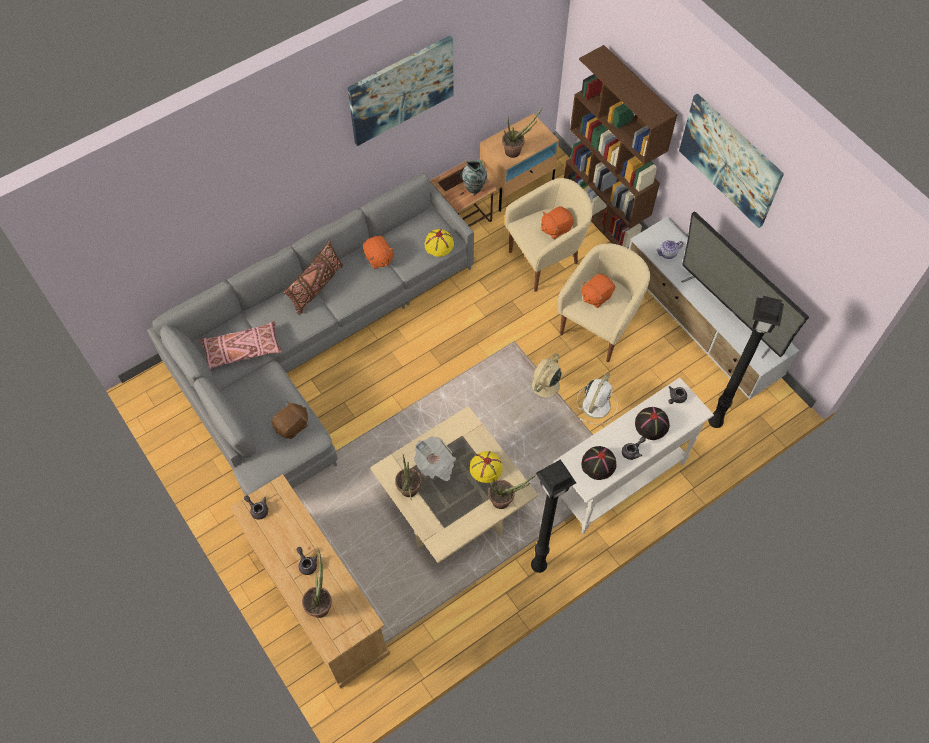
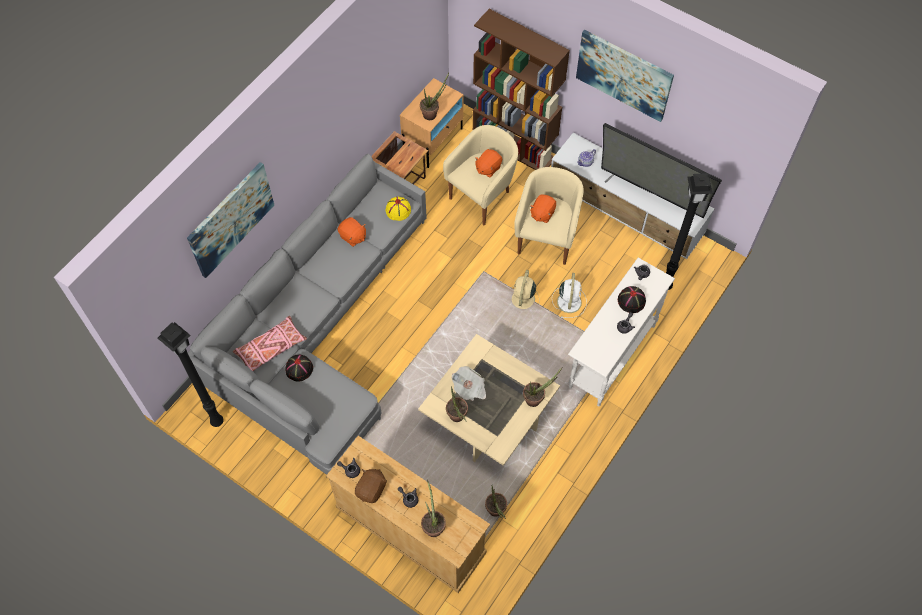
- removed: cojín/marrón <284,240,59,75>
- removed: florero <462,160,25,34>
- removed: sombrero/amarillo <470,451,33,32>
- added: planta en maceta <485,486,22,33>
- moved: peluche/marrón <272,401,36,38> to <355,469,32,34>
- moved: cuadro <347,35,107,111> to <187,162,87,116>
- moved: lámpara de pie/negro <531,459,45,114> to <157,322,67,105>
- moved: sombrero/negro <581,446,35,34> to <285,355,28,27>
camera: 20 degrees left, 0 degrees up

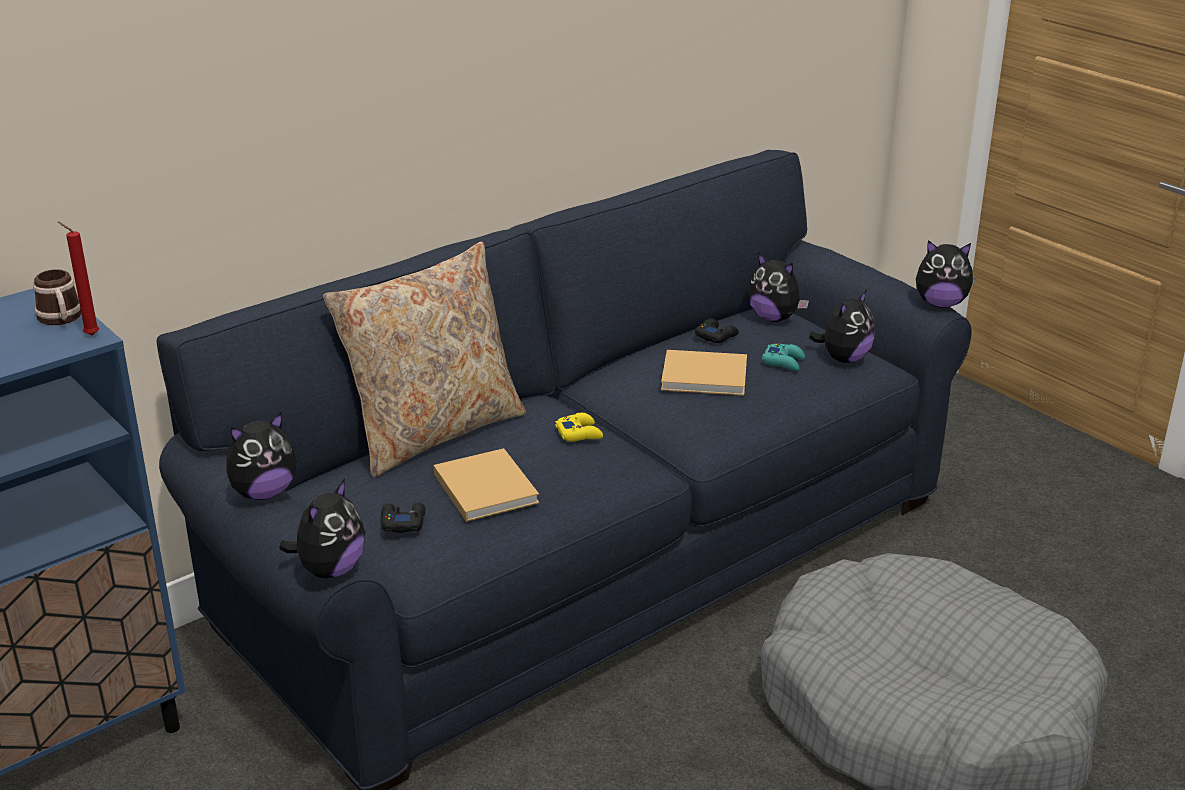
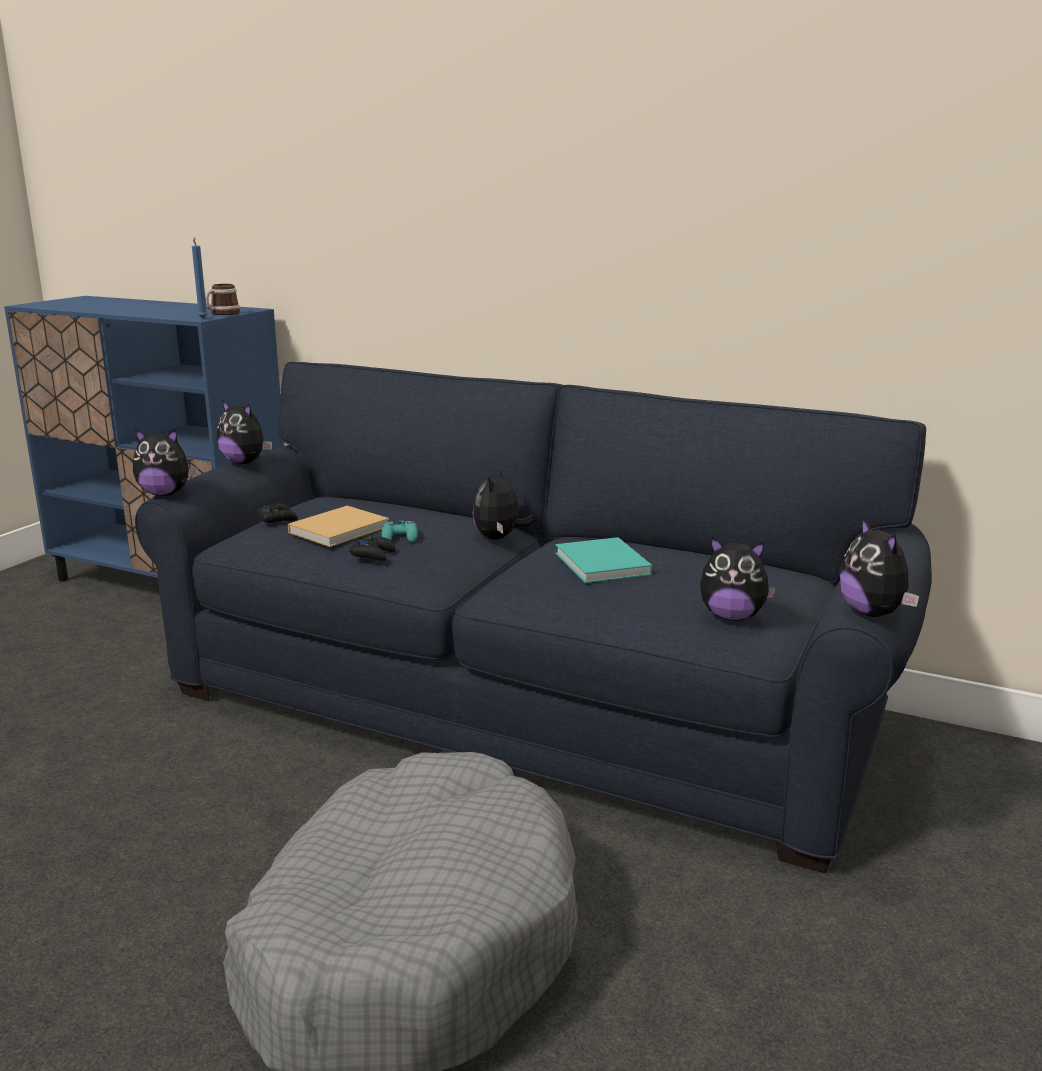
- removed: cojín/beis <323,242,203,235>
- removed: mando de consola/amarillo <555,413,48,29>
- moved: mando de consola/negro <695,318,44,25> to <349,537,47,24>
- moved: peluche <748,252,61,70> to <473,466,62,74>
- moved: mando de consola/turquesa <762,343,43,28> to <382,519,36,23>
- recoloured: vela/rojo <58,222,41,114> to vela/azul <192,237,16,81>
- recoloured: libro/beis <661,350,86,46> to libro/turquesa <555,537,97,46>
camera: 65 degrees right, 10 degrees down

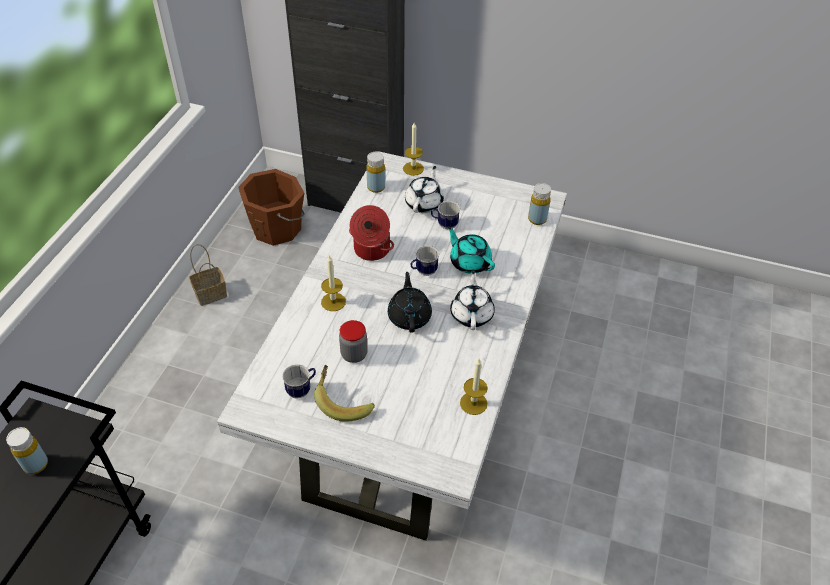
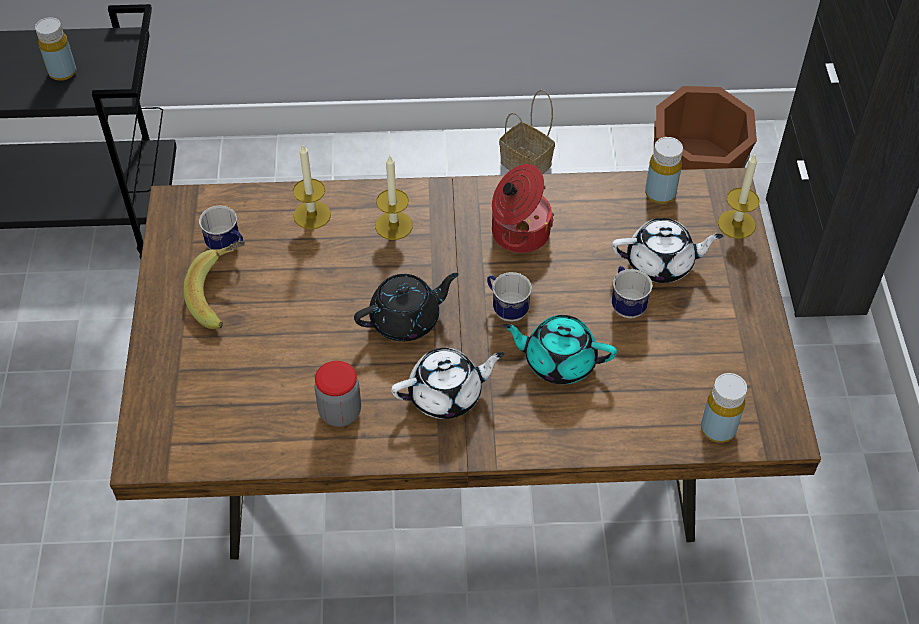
- moved: tarro <339,320,29,43> to <315,361,46,66>
- moved: vela <460,359,28,56> to <293,145,38,84>
- recoloured: mesa de comedor/blanco <217,151,350,390> to mesa de comedor/marrón <110,168,711,391>
- turned: tetera/turquesa <447,226,48,48> = <502,315,115,69> 105 degrees counterclockwise
camera: 70 degrees right, 5 degrees up

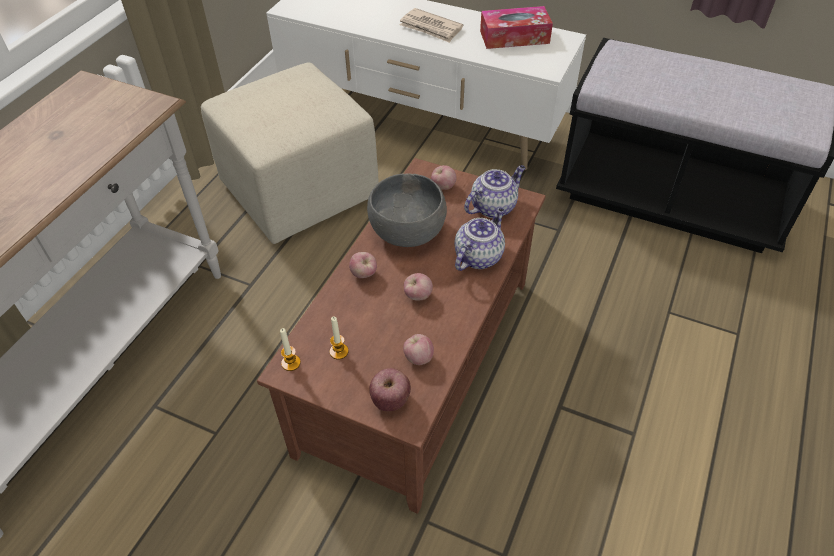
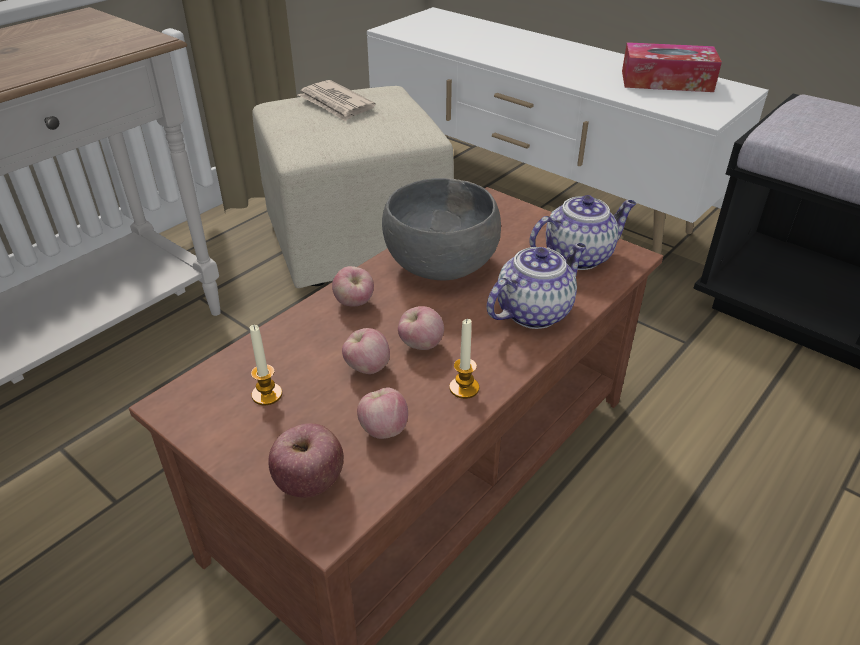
- moved: vela <280,328,21,43> to <449,319,30,80>
- moved: periódico <400,8,63,35> to <298,80,78,42>
- moved: manzana <431,165,26,25> to <342,328,48,46>
camera: 15 degrees right, 10 degrees down

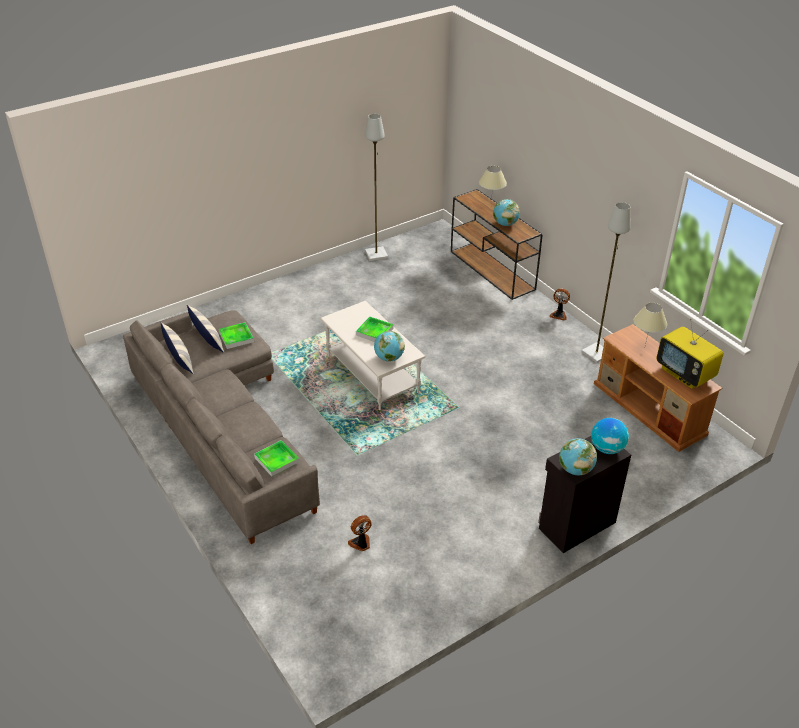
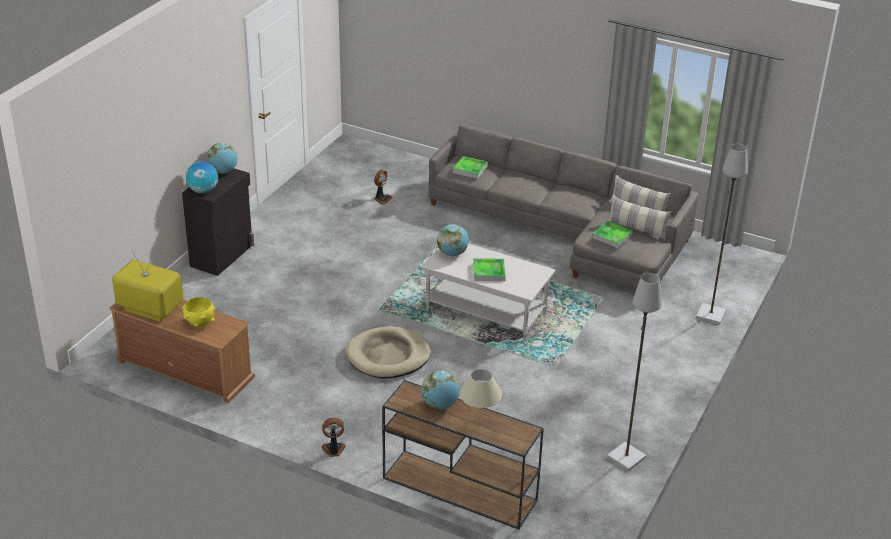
- added: cama para perro/beis <346,326,85,52>
- moved: lámpara de pie/gris <581,202,50,161> to <696,144,52,181>
- replaced: lámpara de mesa/beis <634,303,33,46> to cuenco/amarillo <182,297,33,30>
camera: 150 degrees right, 5 degrees down

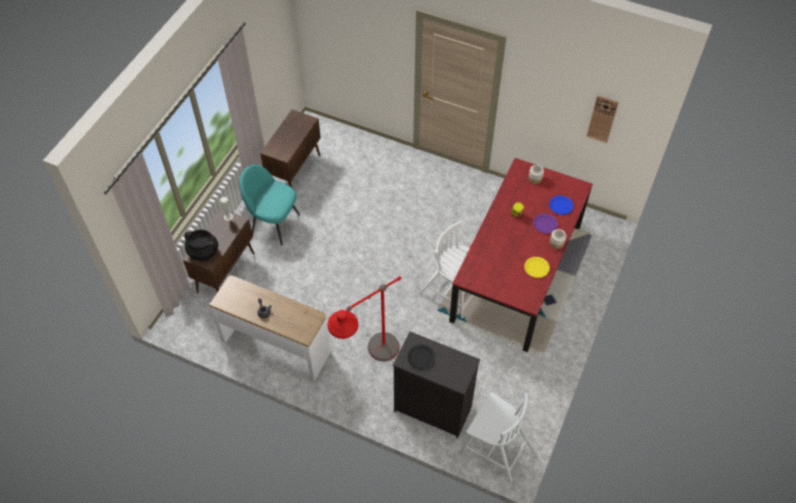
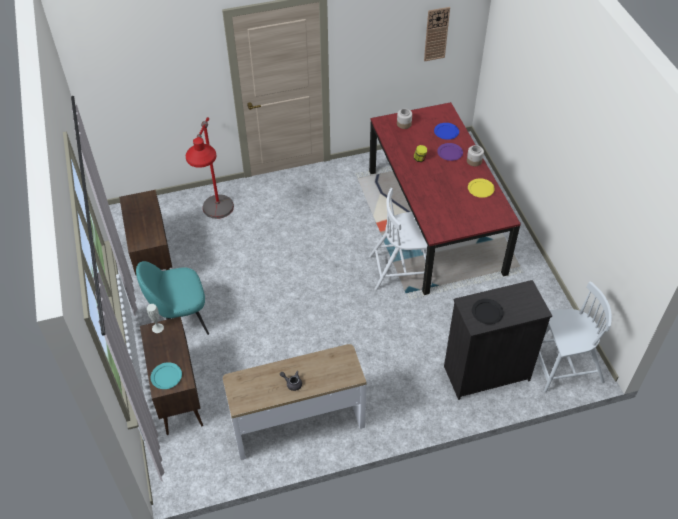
- moved: lámpara de pie/rojo <328,276,73,85> to <186,117,48,102>
- replaced: olla/negro <184,230,34,31> to plato/turquesa <151,362,31,27>
camera: 40 degrees left, 5 degrees down

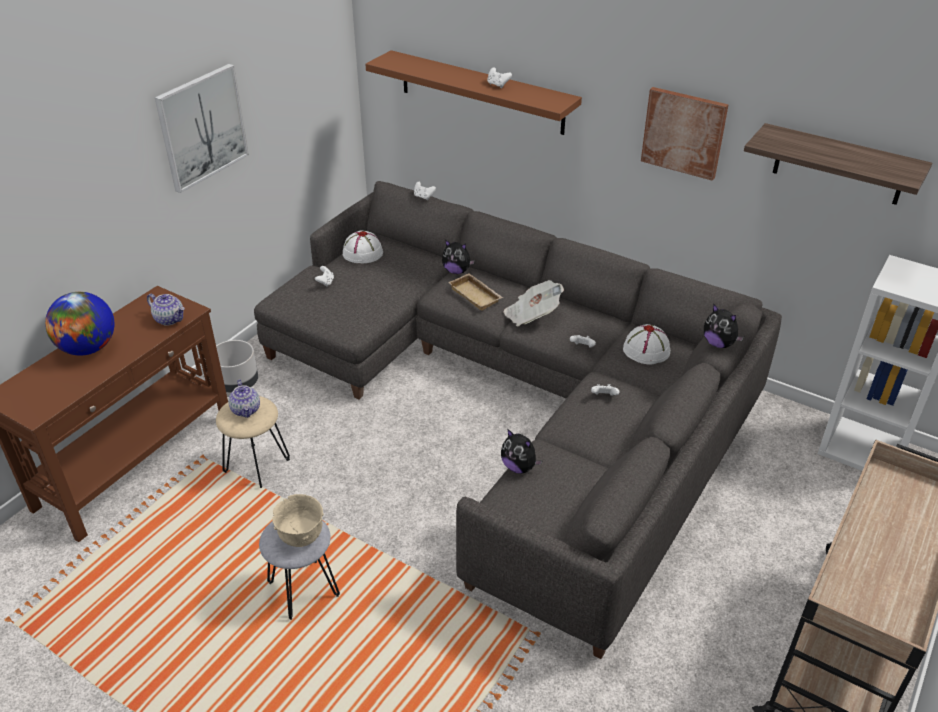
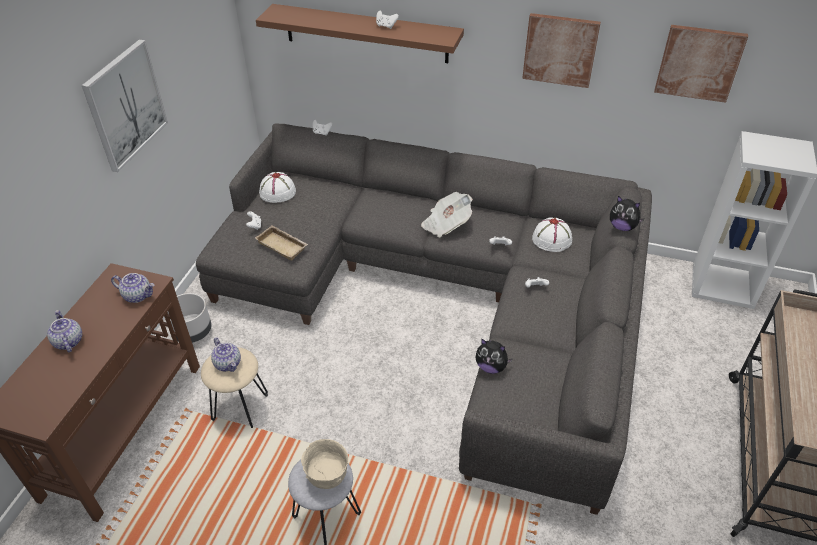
- removed: peluche <442,240,33,34>
- moved: bandeja/beis <449,273,54,38> to <255,226,53,35>
- replaced: globo terráqueo <45,292,70,64> to tetera <47,310,35,42>
- replaced: estante <744,123,188,82> to cuadro <654,25,94,78>
camera: 15 degrees left, 5 degrees up

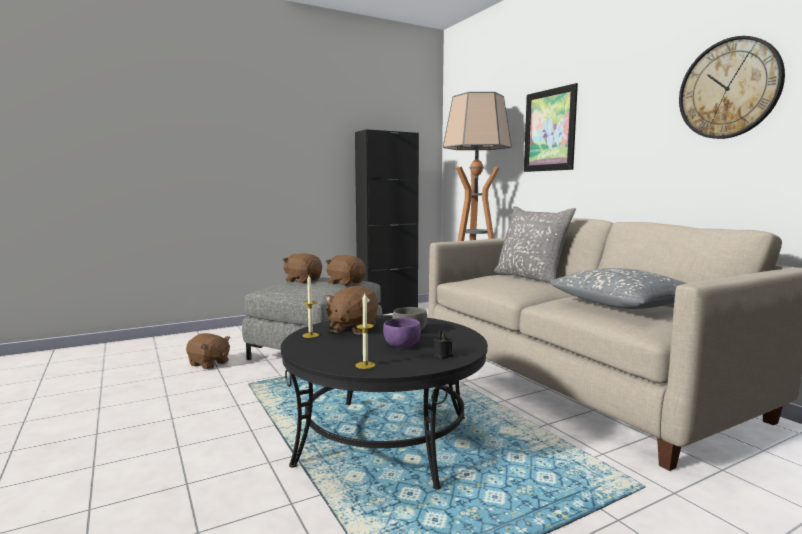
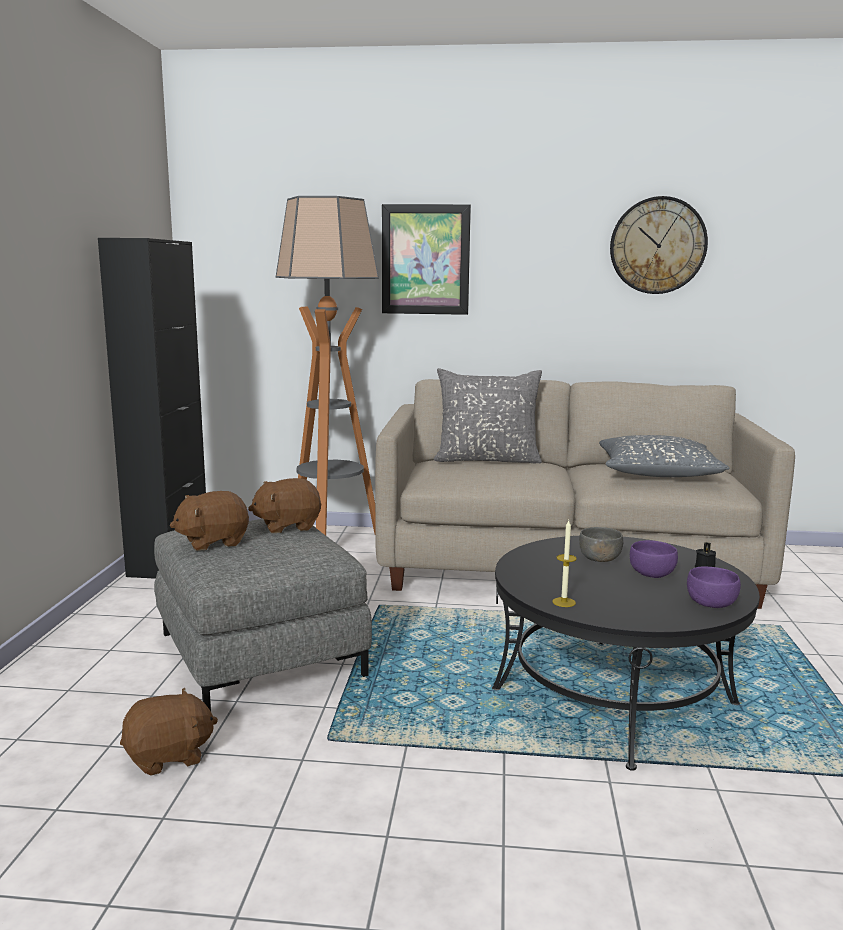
- removed: peluche/marrón <324,286,54,49>
- replaced: vela <356,293,19,76> to cuenco/morado <687,566,54,42>
camera: 55 degrees left, 5 degrees up

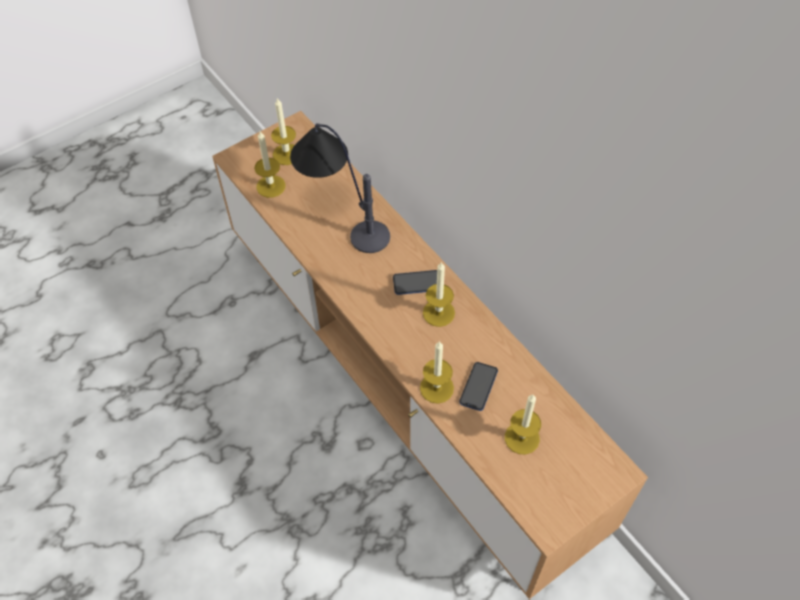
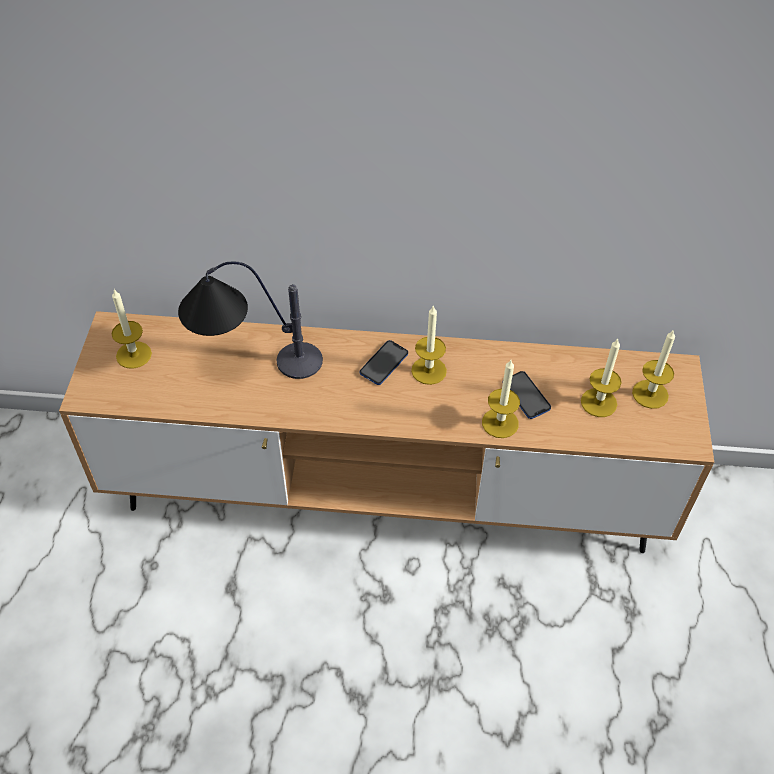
- moved: vela <255,131,31,67> to <632,329,43,80>
camera: 50 degrees left, 5 degrees down

